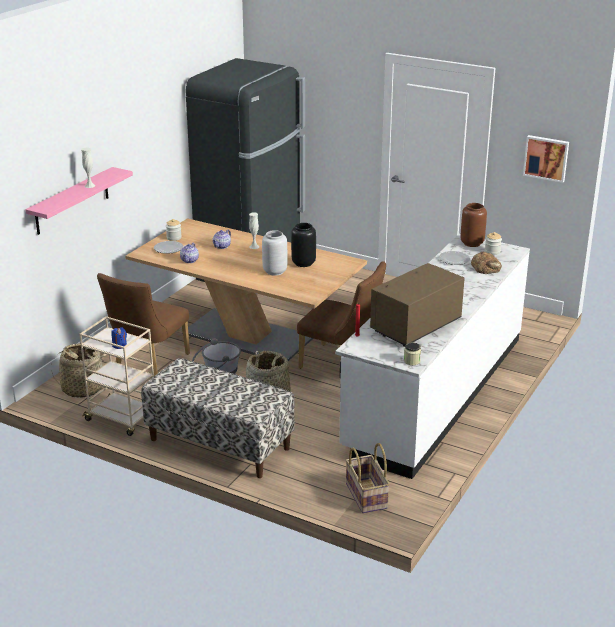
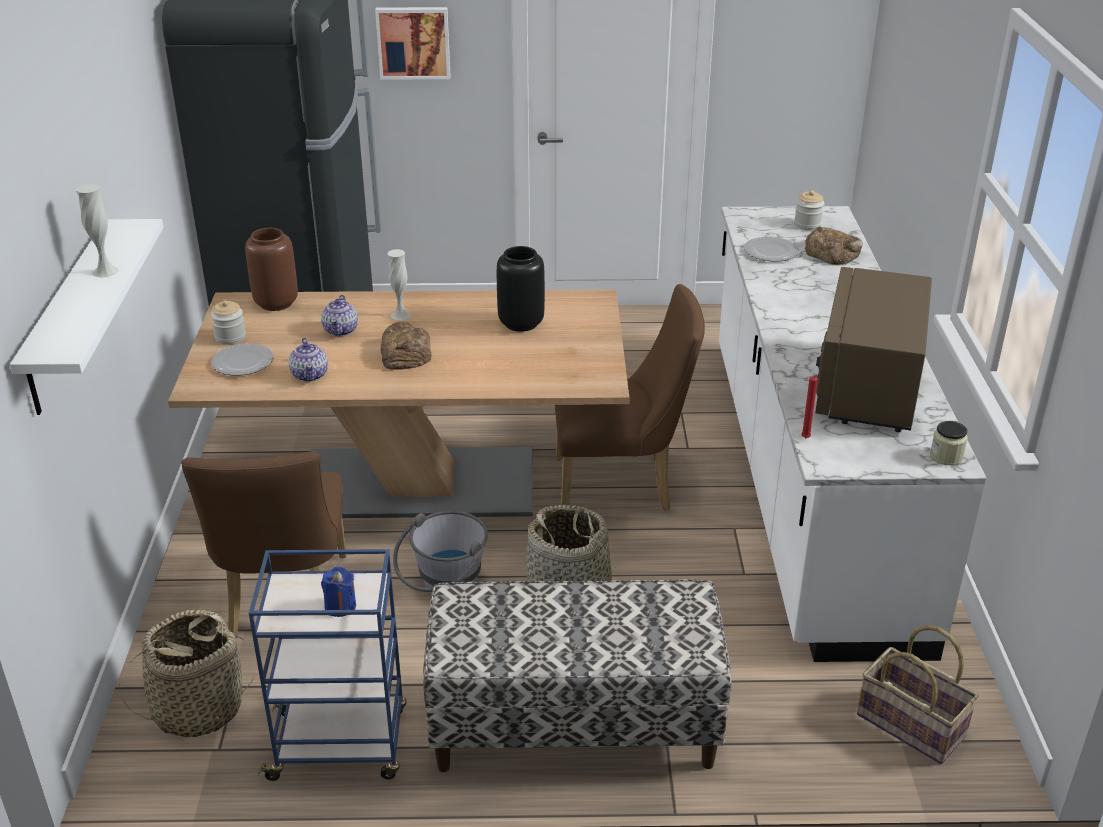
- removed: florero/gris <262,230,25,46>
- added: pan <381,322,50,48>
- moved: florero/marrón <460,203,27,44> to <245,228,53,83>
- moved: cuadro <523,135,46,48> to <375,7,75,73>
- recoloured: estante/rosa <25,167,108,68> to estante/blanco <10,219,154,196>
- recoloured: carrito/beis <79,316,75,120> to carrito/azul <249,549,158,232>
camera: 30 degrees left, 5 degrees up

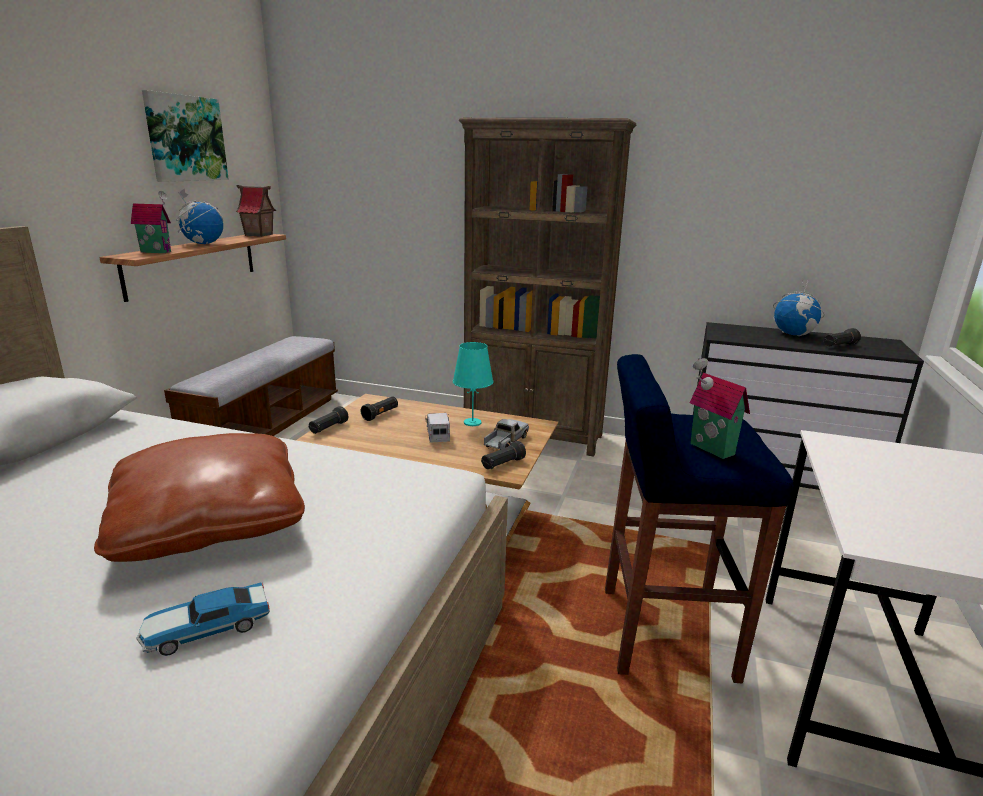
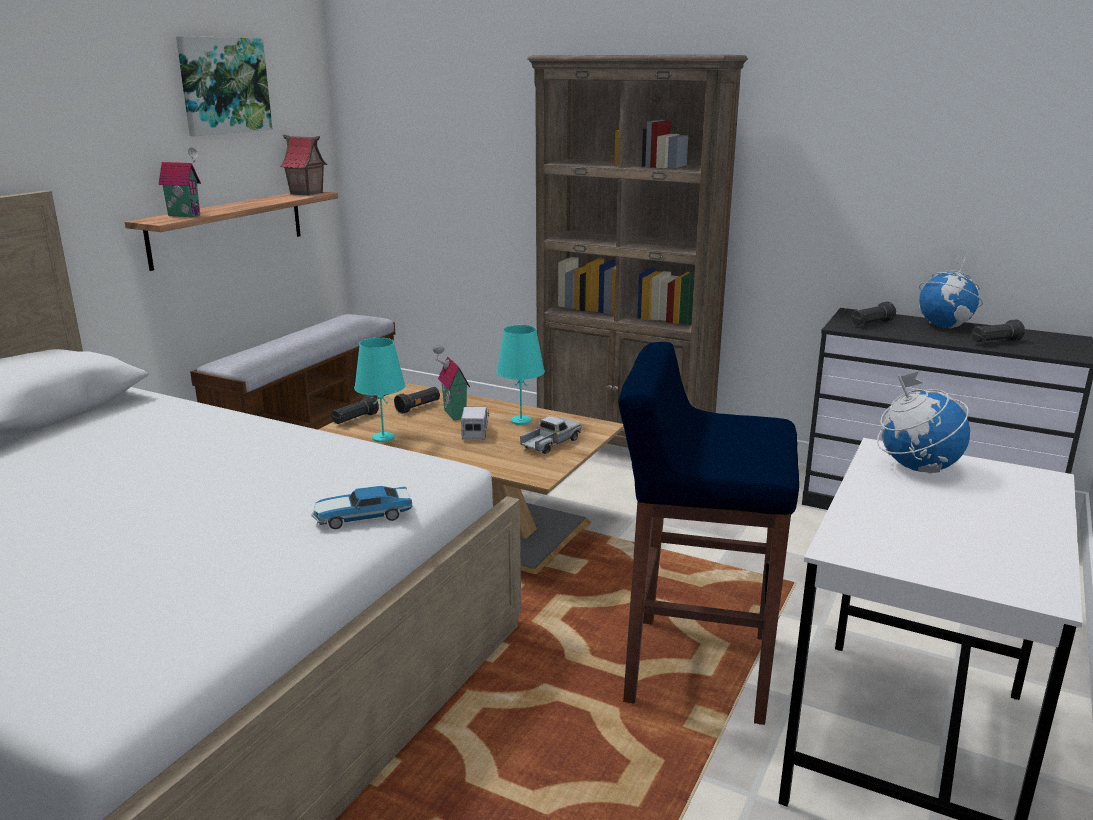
- removed: cojín/marrón <94,433,211,129>
- added: lámpara de mesa/turquesa <354,338,51,104>
- moved: coche de juguete <136,583,134,73> to <311,486,102,43>
- moved: globo terráqueo <176,188,47,56> to <877,371,93,102>
- moved: linterna/negro <481,441,45,28> to <851,302,45,23>
- moved: casita <690,358,60,101> to <433,345,37,75>
camera: 10 degrees right, 0 degrees up

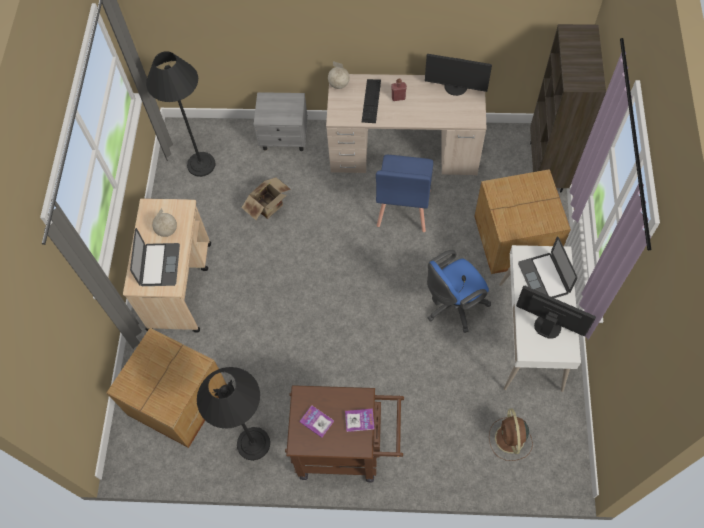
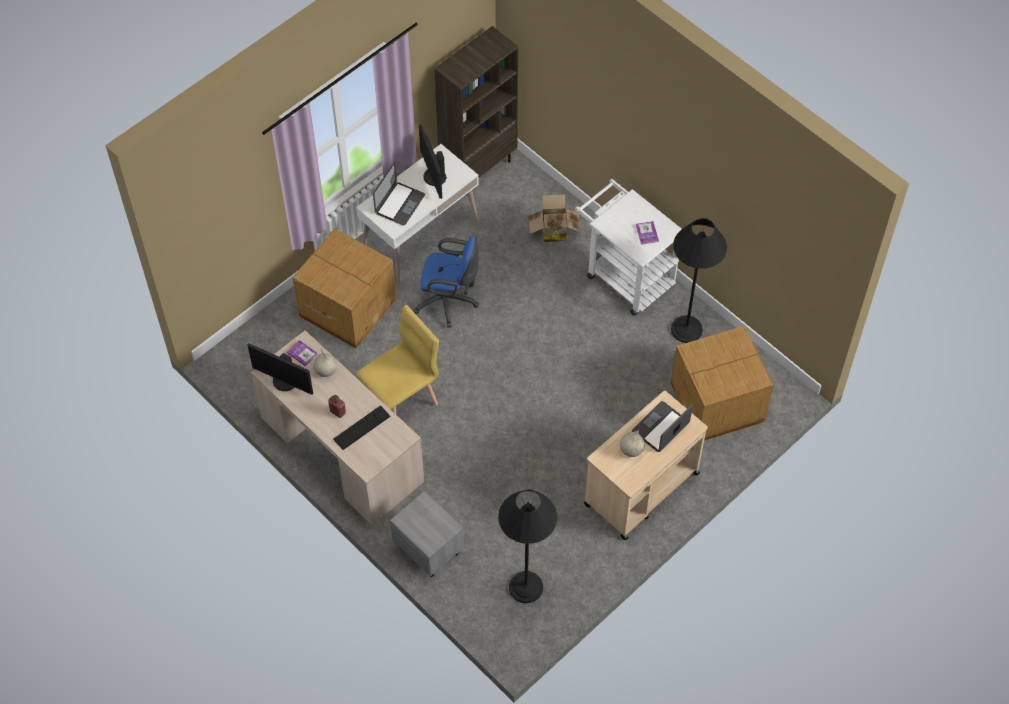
- removed: ventilador/marrón <489,409,44,52>
- moved: caja de cartón <241,177,50,43> to <528,194,52,48>
- moved: globo terráqueo <328,61,22,28> to <313,349,24,28>
- moved: libro <345,409,30,23> to <287,340,31,27>
- moved: estantería/marrón <530,24,76,168> to <434,26,84,169>
- recoloured: carrito/marrón <285,385,119,97> to carrito/blanco <575,179,107,136>
- recoloured: silla/azul <376,155,57,77> to silla/amarillo <356,305,83,109>
- turned: monitor <425,54,67,42> = <247,344,66,51> 150 degrees clockwise
camera: 140 degrees left, 5 degrees down

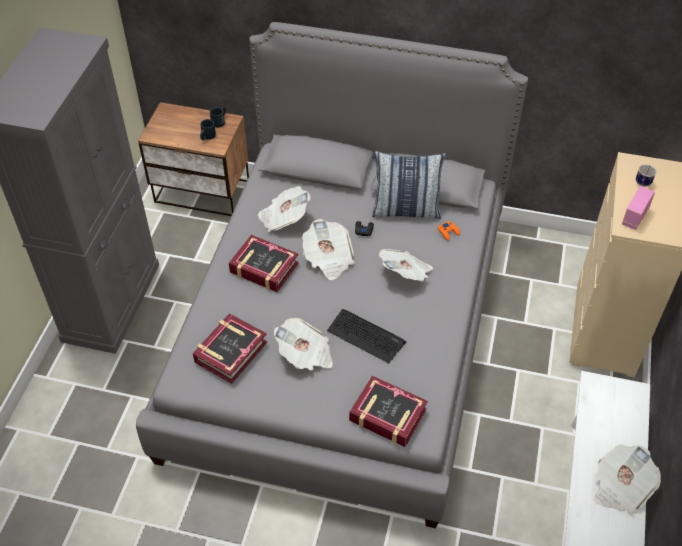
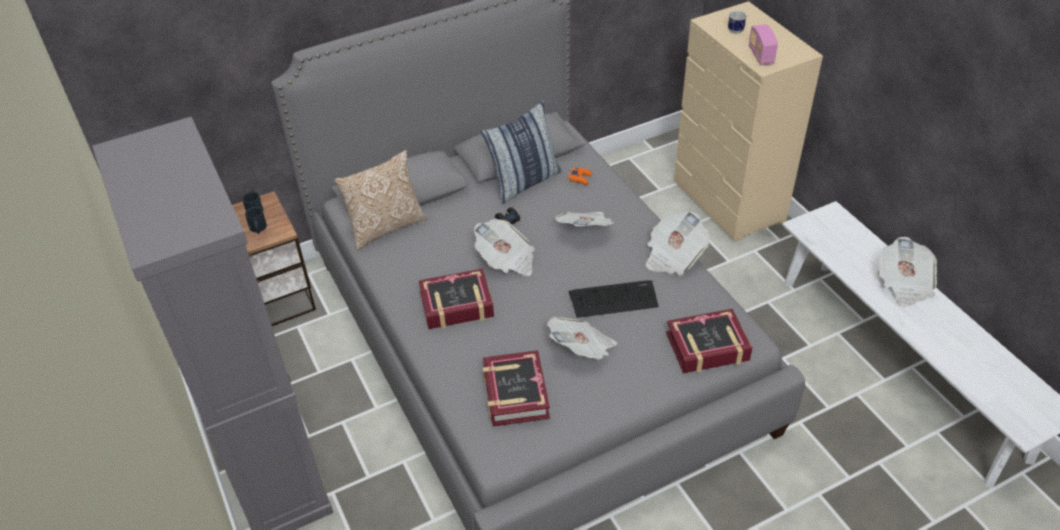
- added: cojín <334,150,93,100>
- moved: periódico <258,186,52,46> to <646,211,64,64>
camera: 40 degrees left, 5 degrees down

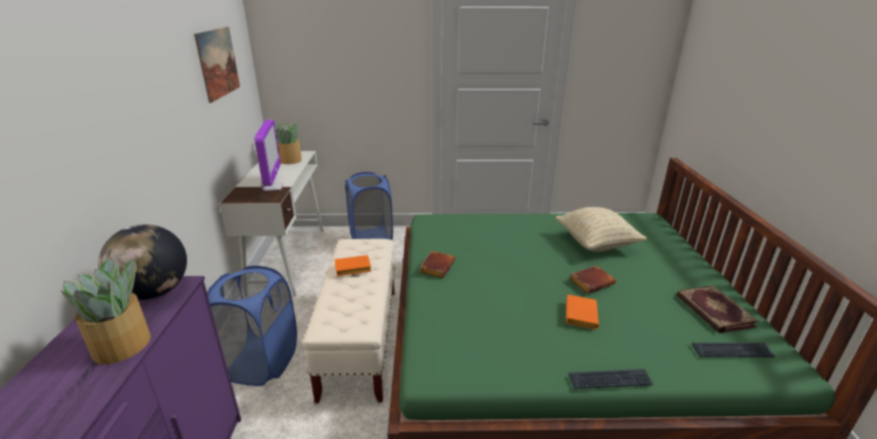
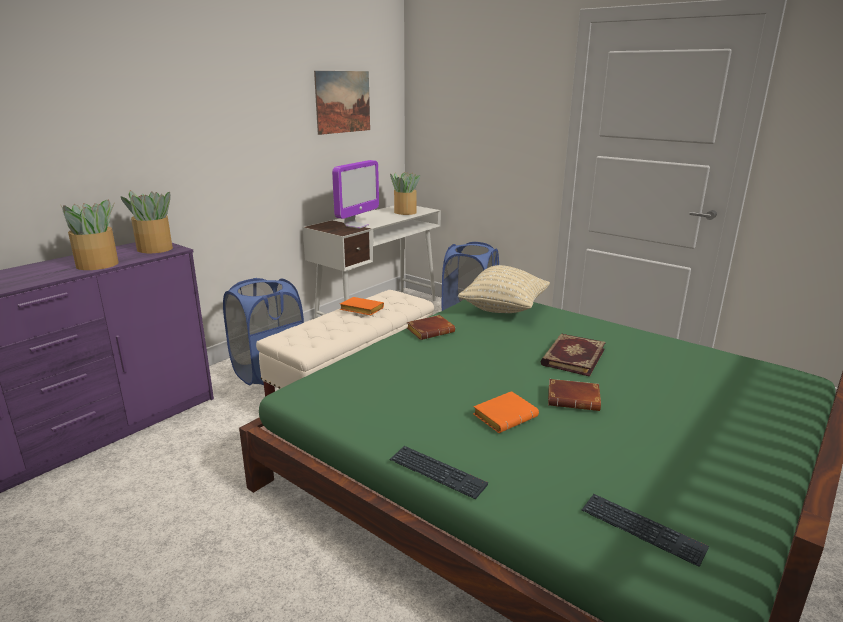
- moved: cojín/beis <555,207,92,45> to <458,265,92,48>
- moved: libro <677,285,82,48> to <541,334,65,43>
- replaced: globo terráqueo <98,224,89,76> to planta en maceta <120,190,53,63>
camera: 40 degrees right, 5 degrees down

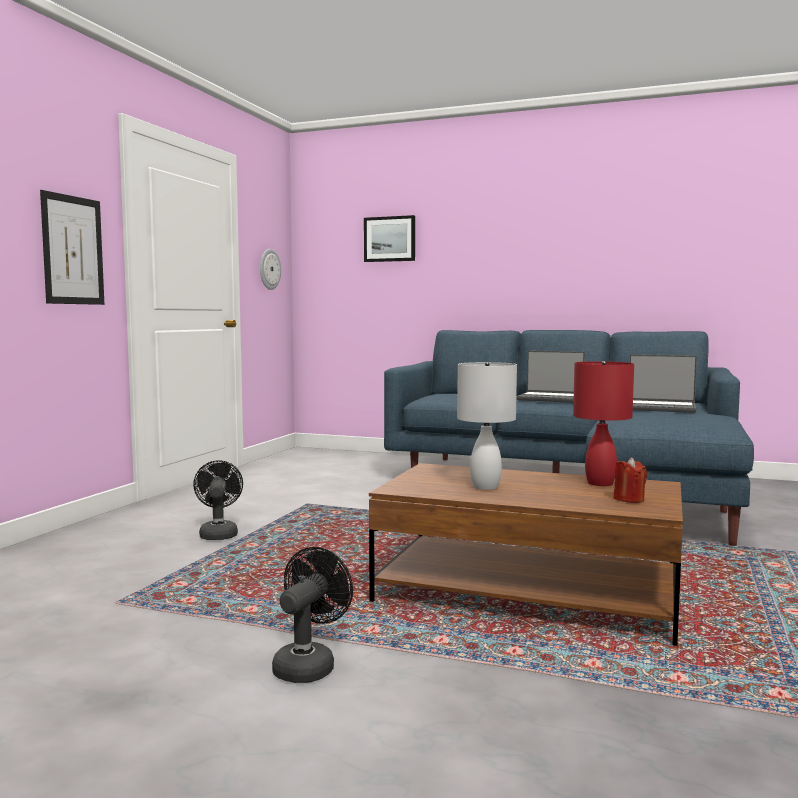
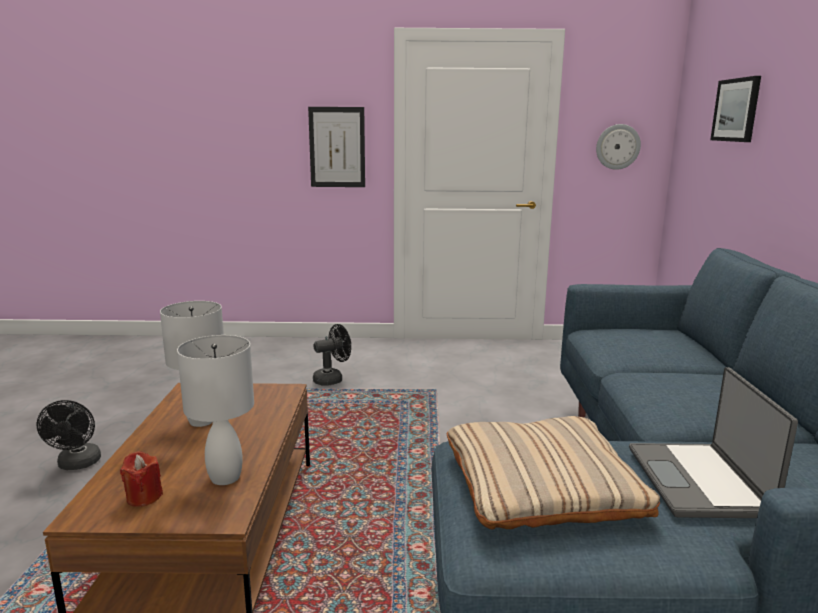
- removed: portátil <517,351,68,52>
- added: cojín/beis <447,416,213,114>
- recoloured: lámpara de mesa/rojo <573,361,61,125> to lámpara de mesa/blanco <177,335,77,150>
- turned: ventilador/negro <272,547,81,136> = <36,400,65,70> 75 degrees clockwise
camera: 70 degrees right, 10 degrees up

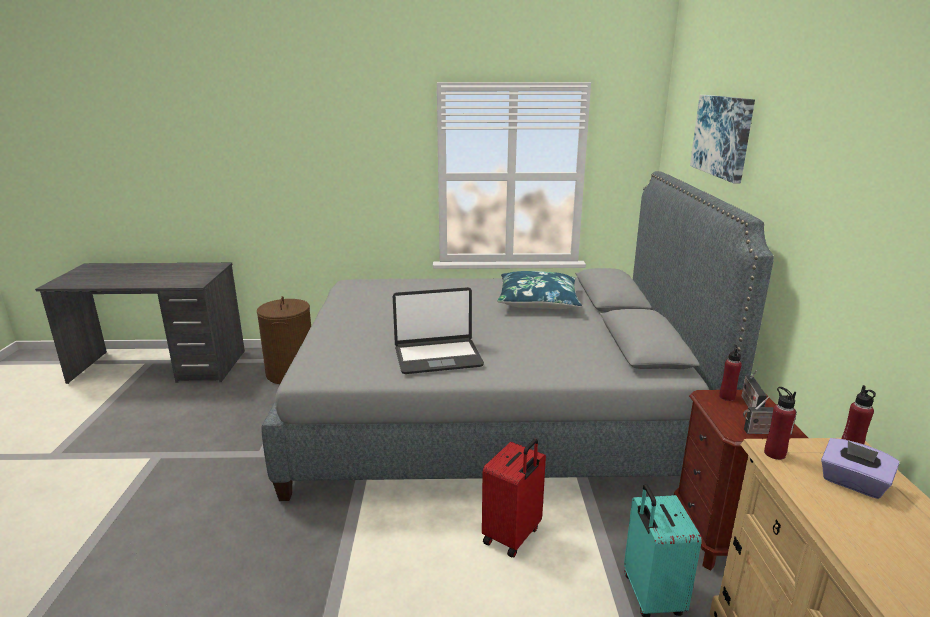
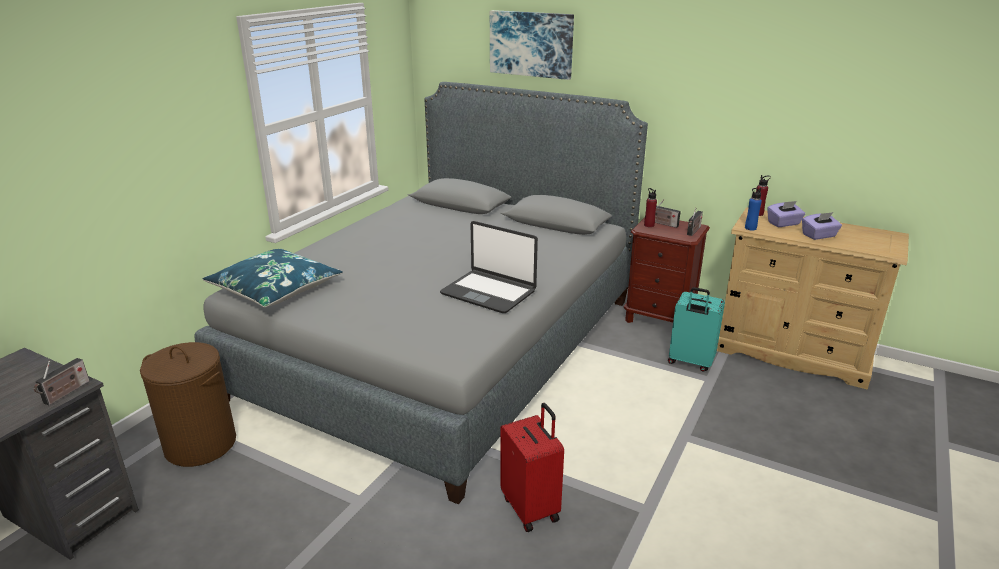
- added: radio <34,358,56,48>
- added: caja de pañuelos/morado <802,212,40,28>
- moved: maleta/rojo <482,439,64,119> to <501,403,63,129>
- moved: cojín/azul <498,271,84,38> to <203,249,140,59>
- recoloured: botella/rojo <764,387,32,73> to botella/azul <745,188,17,42>
- turned: portátil <393,287,91,87> = <440,221,98,92> 105 degrees clockwise
camera: 60 degrees left, 5 degrees up

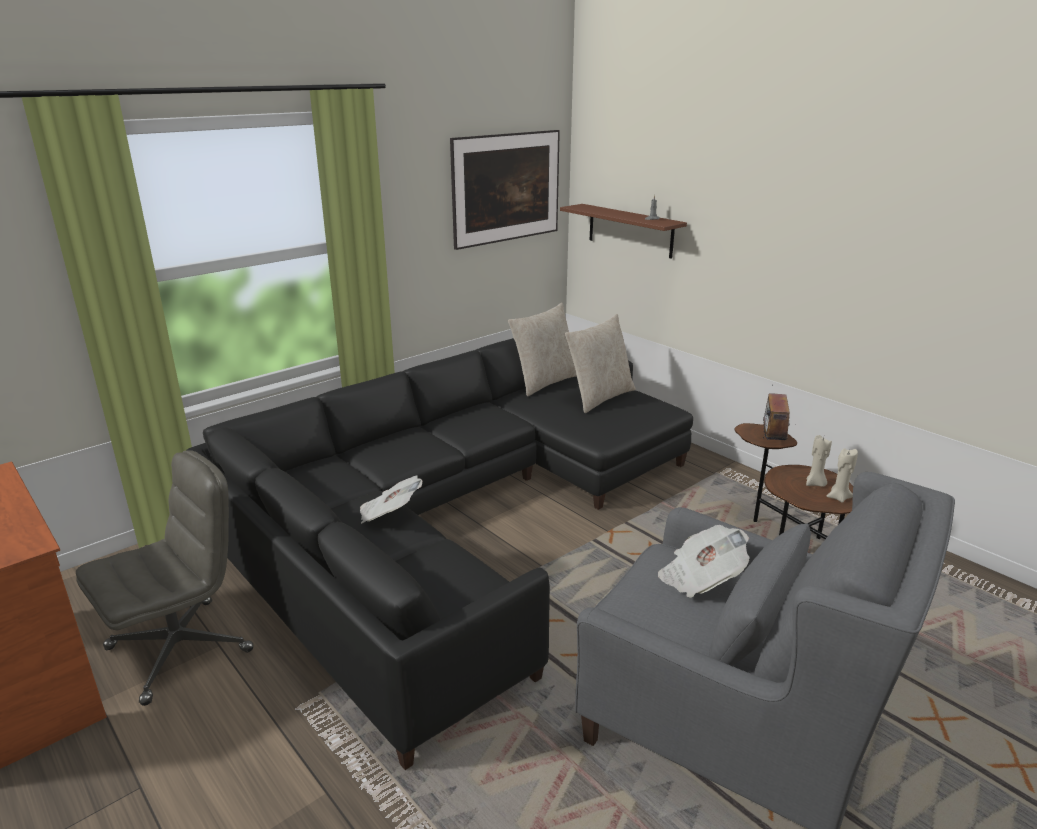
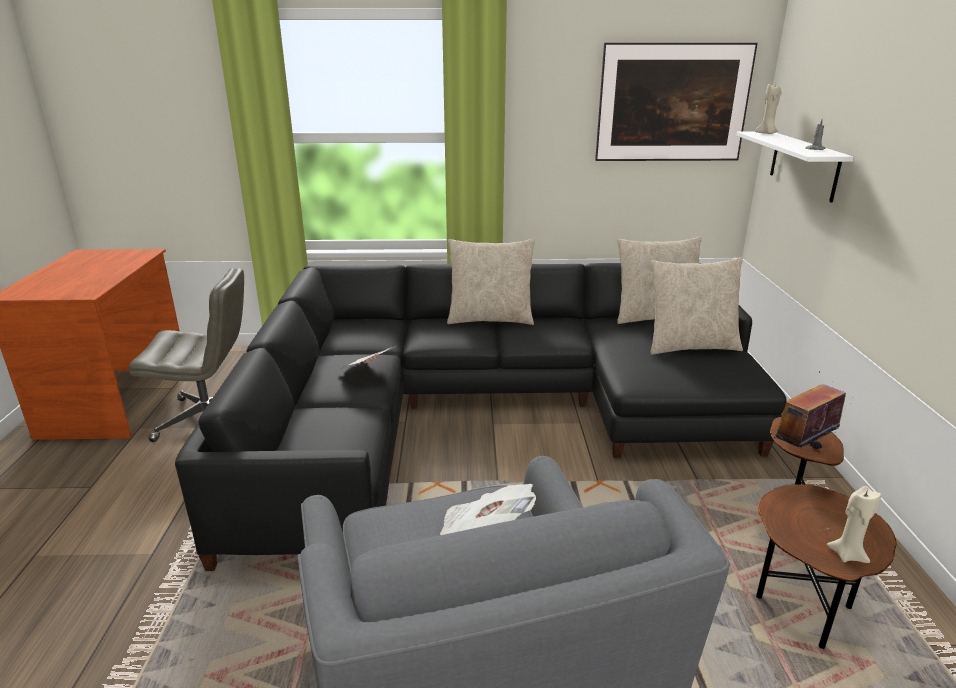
- added: cojín/beis <447,239,88,86>
- moved: vela/beis <806,435,26,52> to <755,83,26,51>
- recoloured: estante/marrón <560,204,127,55> to estante/blanco <736,131,118,72>
camera: 40 degrees right, 0 degrees up

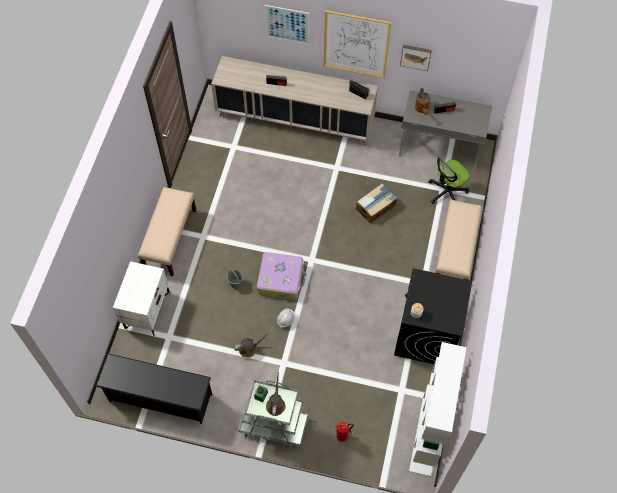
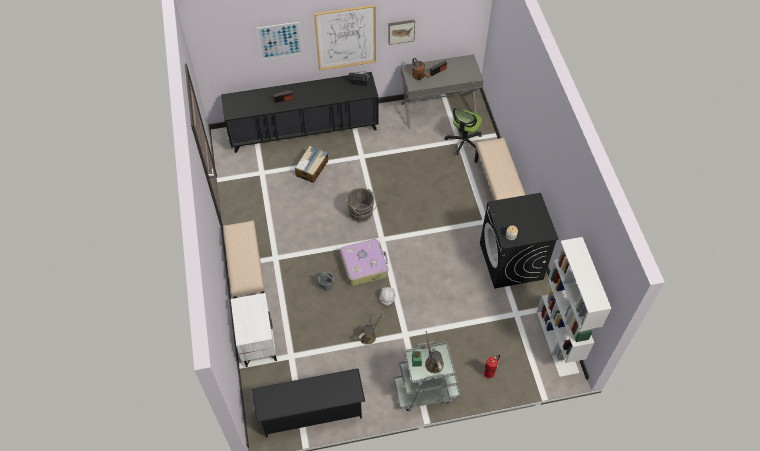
- added: cubo/gris <347,188,31,35>
- moved: caja de cartón <356,183,41,40> to <295,146,33,37>
- recoloured: armario/beis <211,56,167,90> to armario/negro <221,72,158,81>
camera: 25 degrees left, 5 degrees down

